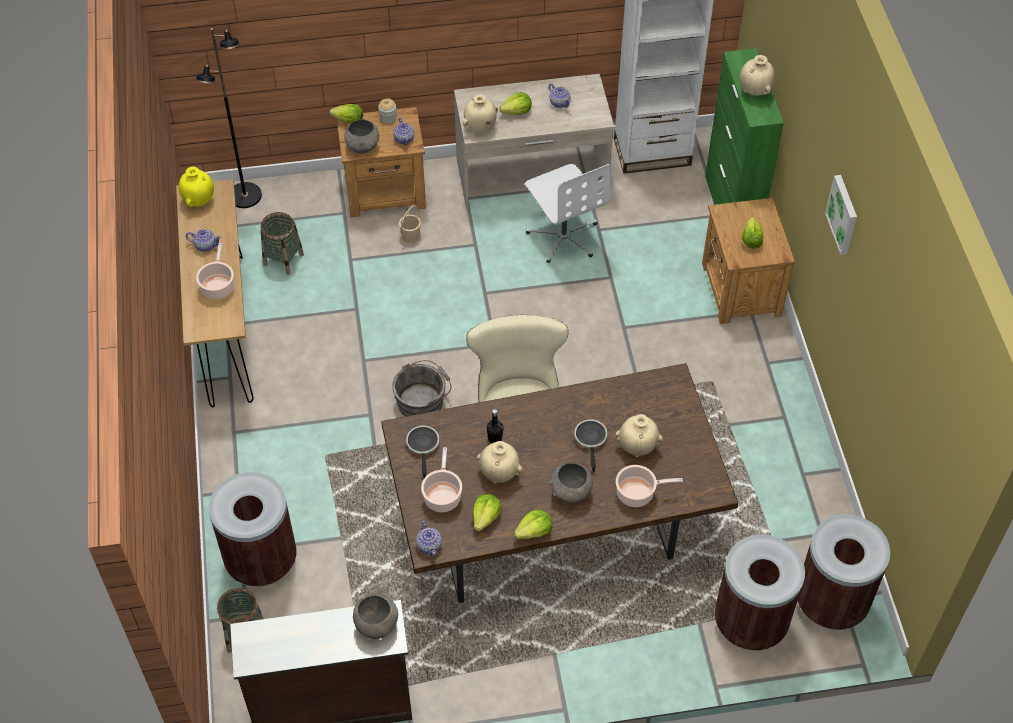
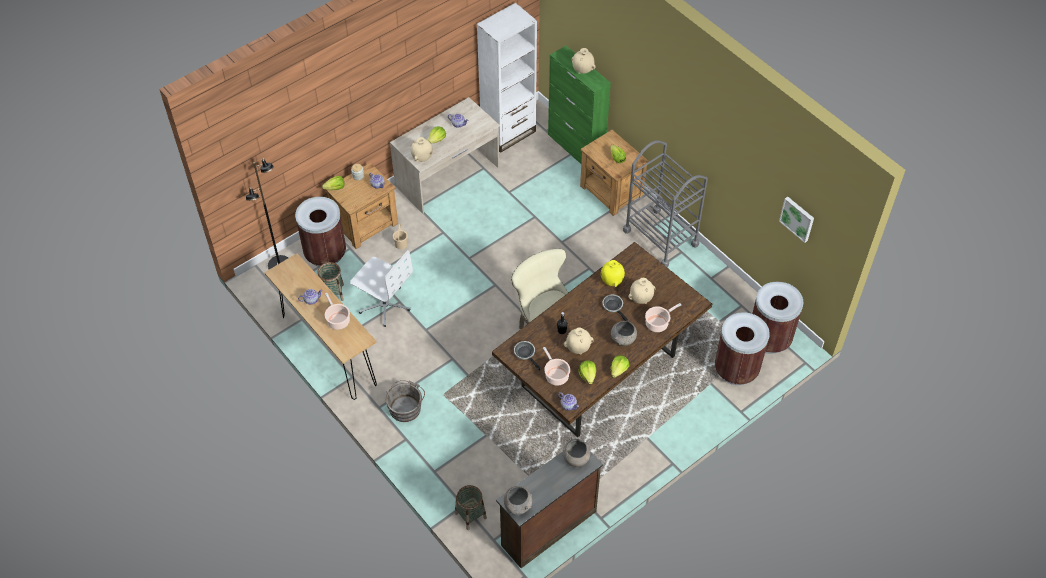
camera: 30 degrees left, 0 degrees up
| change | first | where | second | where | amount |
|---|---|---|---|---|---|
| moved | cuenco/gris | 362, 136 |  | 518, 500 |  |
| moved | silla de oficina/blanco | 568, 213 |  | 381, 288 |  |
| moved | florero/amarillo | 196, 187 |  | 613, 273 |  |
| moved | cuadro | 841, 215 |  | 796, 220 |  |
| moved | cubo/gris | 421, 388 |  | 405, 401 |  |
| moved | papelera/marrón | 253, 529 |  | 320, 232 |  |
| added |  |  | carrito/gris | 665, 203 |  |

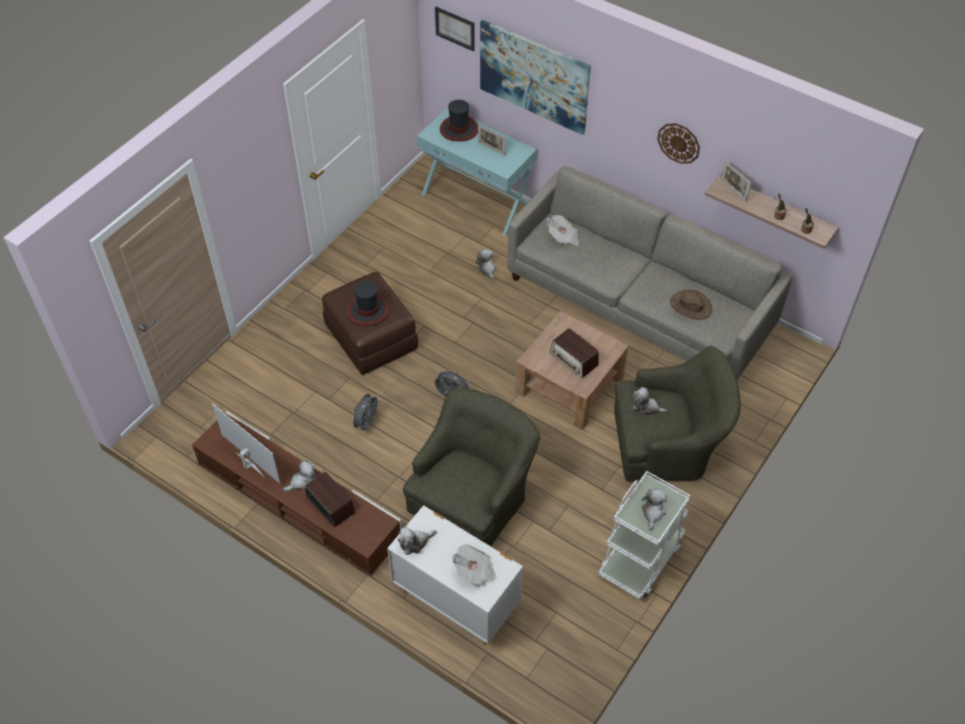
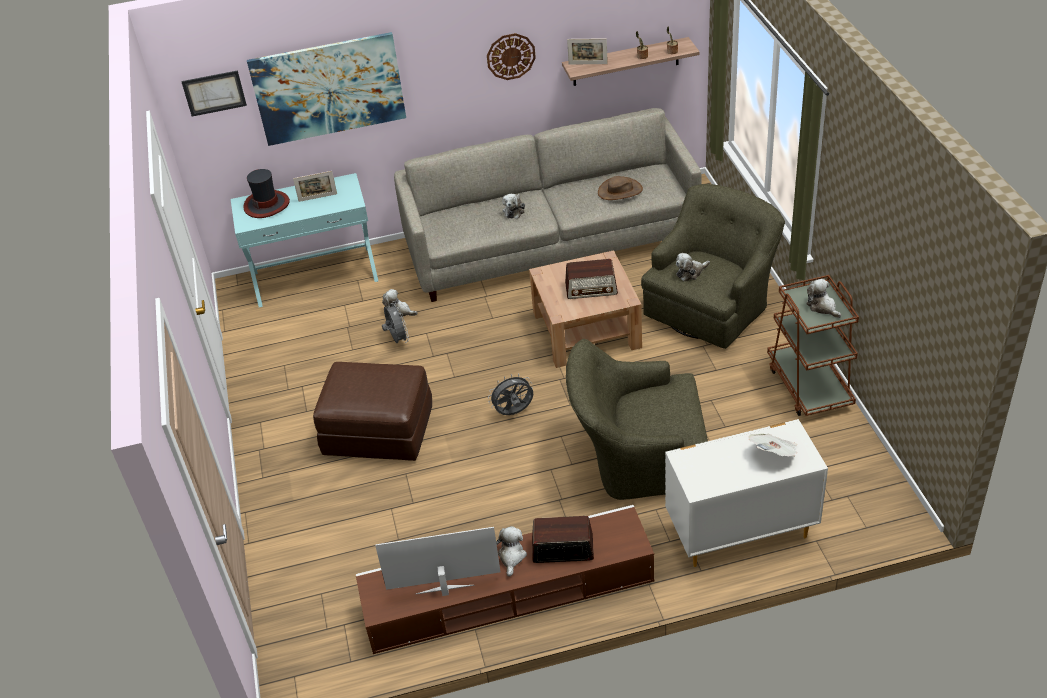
camera: 45 degrees left, 10 degrees down
| change | first | where | second | where | amount |
|---|---|---|---|---|---|
| removed | periódico | 563, 230 |  |  |  |
| removed | sombrero | 368, 303 |  |  |  |
| turned | sillón/verde | 471, 467 |  | 637, 419 | 75 degrees counterclockwise |
| moved | ventilador/gris | 367, 413 |  | 395, 322 |  |
| recoloured | carrito/blanco | 644, 535 | carrito/marrón | 813, 345 |  |
| moved | peluche | 417, 541 |  | 514, 206 |  |

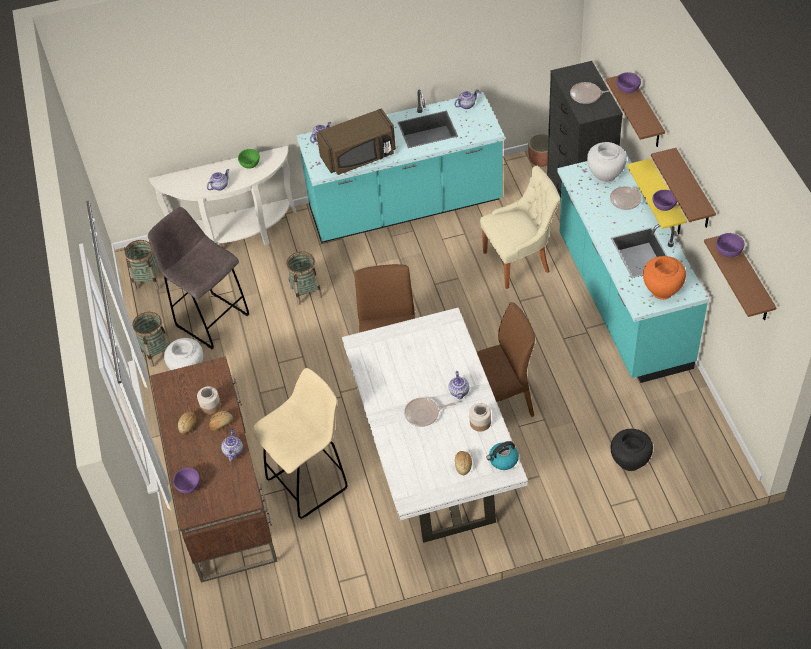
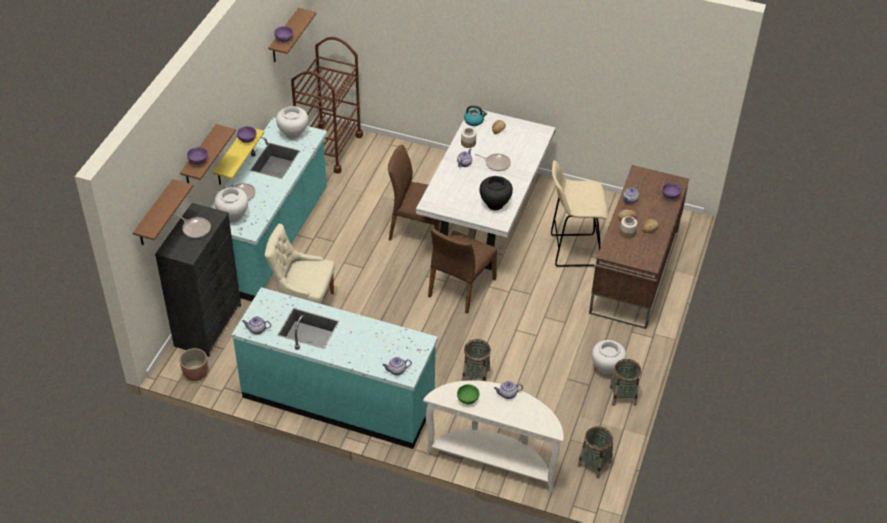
camera: 150 degrees left, 5 degrees down
| change | first | where | second | where | amount |
|---|---|---|---|---|---|
| removed | microondas/marrón | 356, 141 |  |  |  |
| moved | estante/marrón | 683, 188 |  | 163, 212 |  |
| removed | taburete/gris | 198, 278 |  |  |  |
| recoloured | florero/naranja | 664, 278 | florero/blanco | 292, 123 |  |
| moved | florero/negro | 631, 450 |  | 496, 193 |  |
| added |  |  | carrito/marrón | 327, 105 |  |

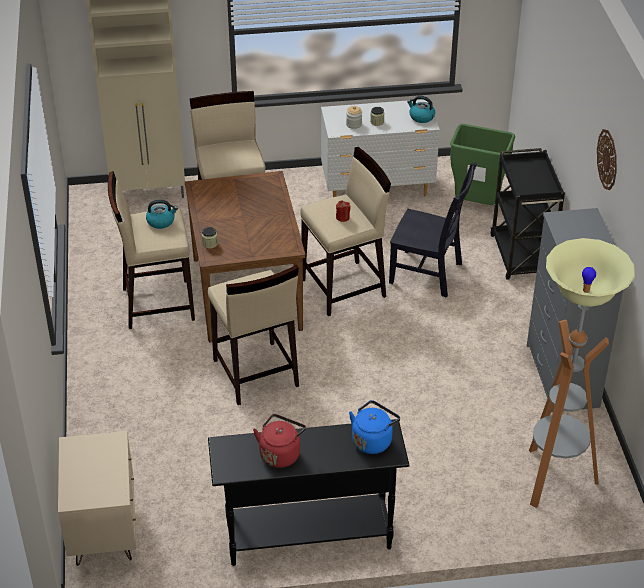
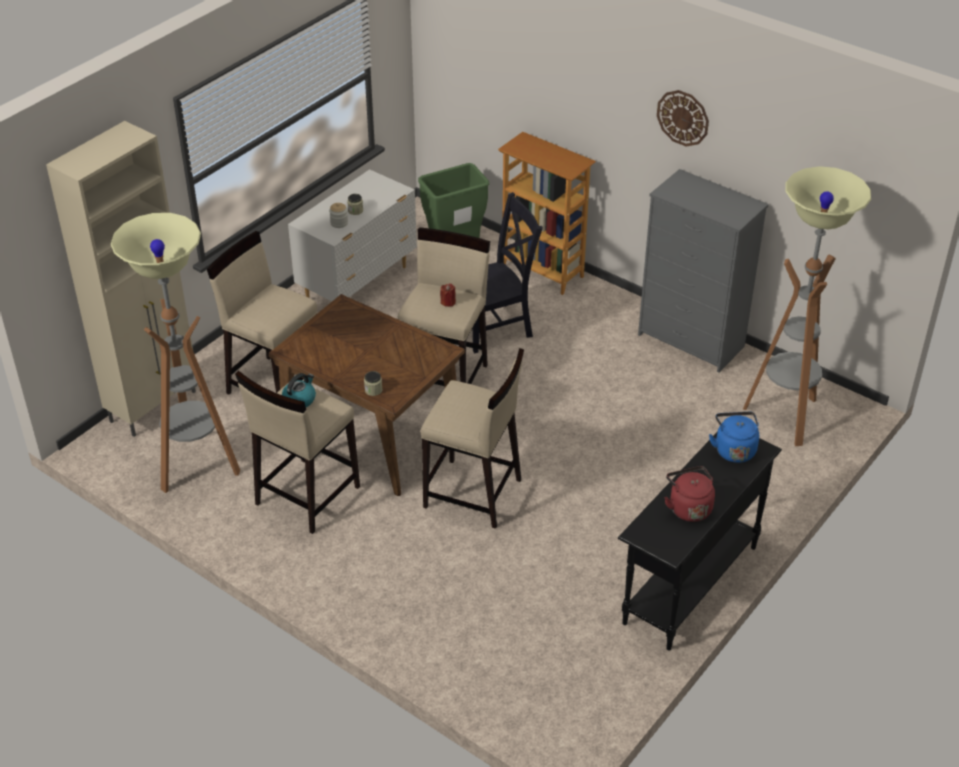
camera: 45 degrees left, 0 degrees up
| change | first | where | second | where | amount |
|---|---|---|---|---|---|
| removed | hervidor | 421, 109 |  |  |  |
| replaced | carrito/negro | 527, 214 | estantería | 547, 213 |  |
| removed | mesita de noche/beis | 97, 498 |  |  |  |
| added |  |  | lámpara de pie | 175, 353 |  |

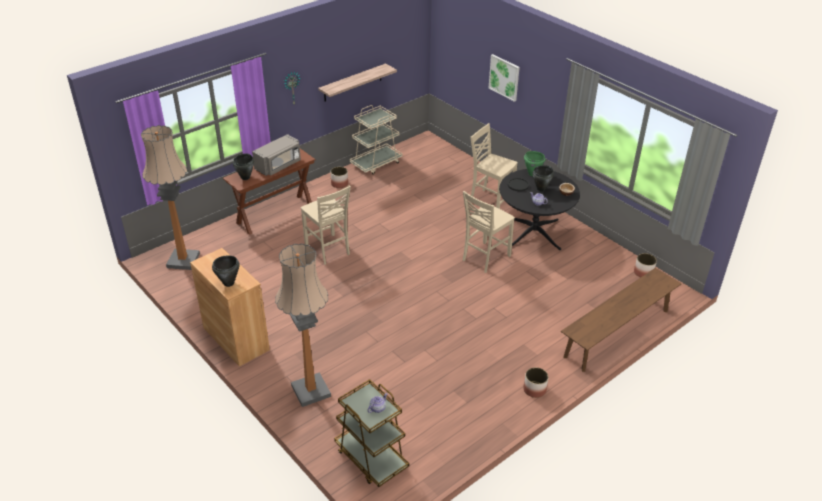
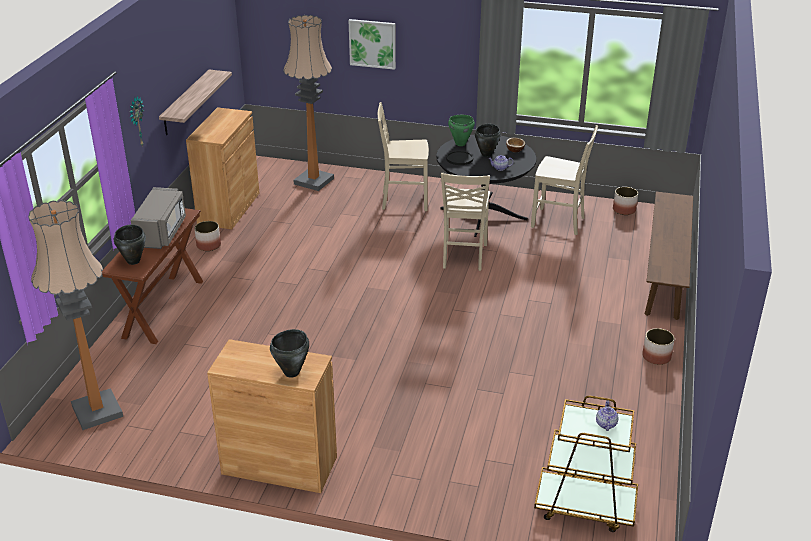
camera: 35 degrees left, 5 degrees down
| change | first | where | second | where | amount |
|---|---|---|---|---|---|
| replaced | carrito/beis | 376, 140 | armario/marrón | 222, 168 |  |
| moved | silla/beis | 326, 225 |  | 564, 180 |  |
| moved | lámpara de pie | 303, 325 |  | 308, 103 |  |

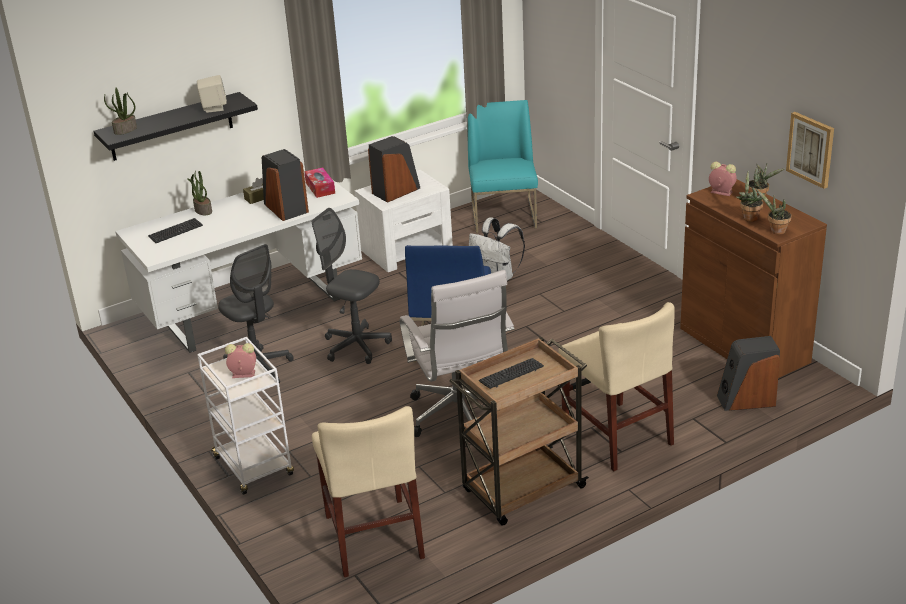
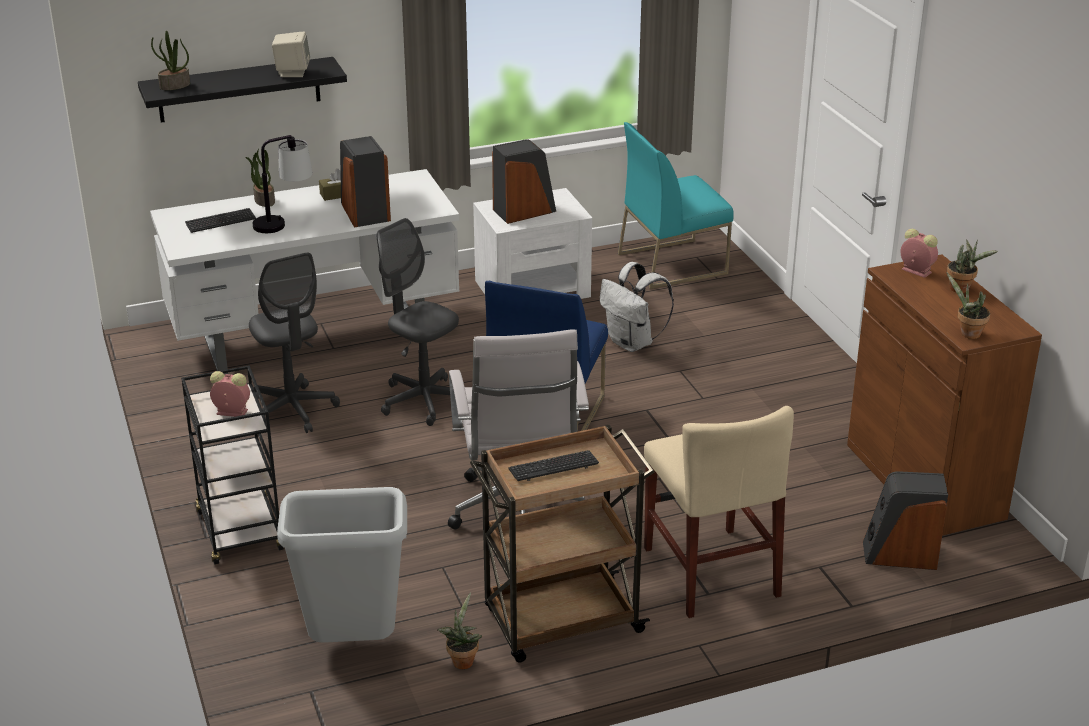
camera: 10 degrees right, 0 degrees up
| change | first | where | second | where | amount |
|---|---|---|---|---|---|
| turned | silla/turquesa | 503, 166 |  | 676, 205 | 120 degrees counterclockwise |
| removed | cuadro | 810, 150 |  |  |  |
| removed | caja de pañuelos | 319, 183 |  |  |  |
| moved | planta en maceta | 750, 196 |  | 459, 631 |  |
| recoloured | carrito/blanco | 245, 416 | carrito/negro | 232, 464 |  |
| replaced | silla/beis | 368, 491 | papelera/gris | 342, 565 |  |
| added |  |  | lámpara de mesa | 283, 184 |  |

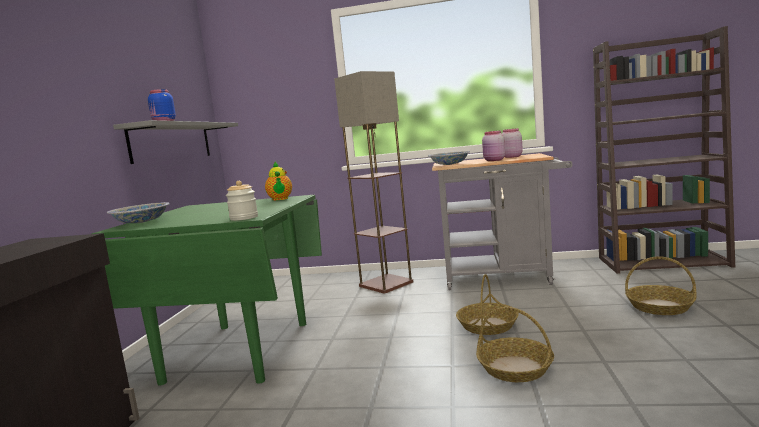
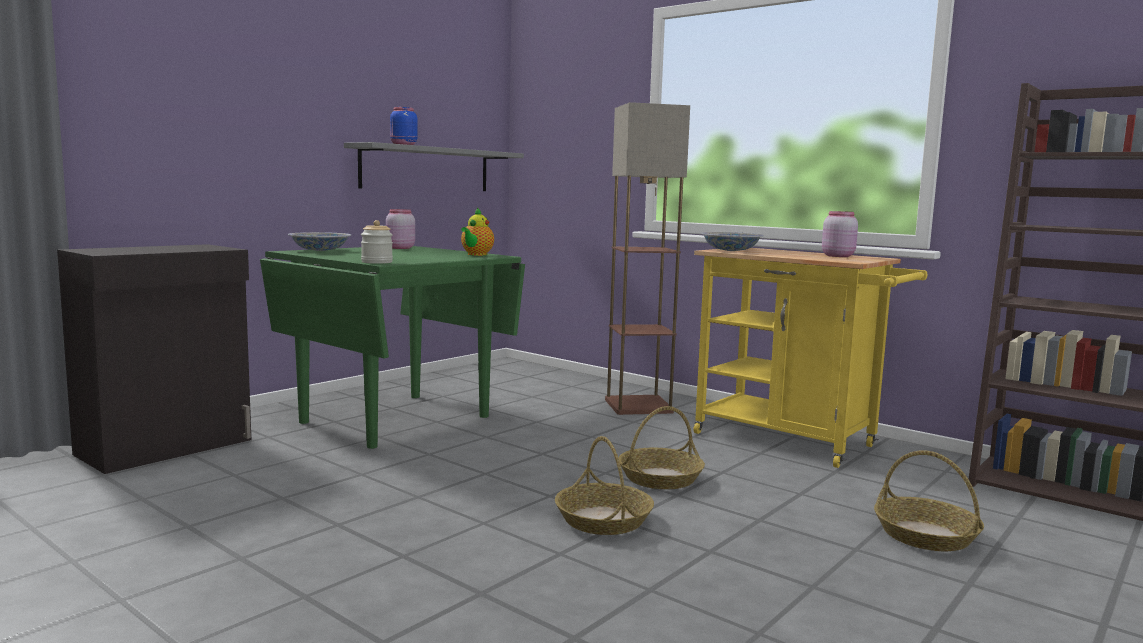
camera: 30 degrees right, 0 degrees up
| change | first | where | second | where | amount |
|---|---|---|---|---|---|
| moved | tarro/rosa | 493, 146 |  | 400, 229 |  |
| recoloured | carrito/gris | 502, 221 | carrito/amarillo | 810, 358 |  |

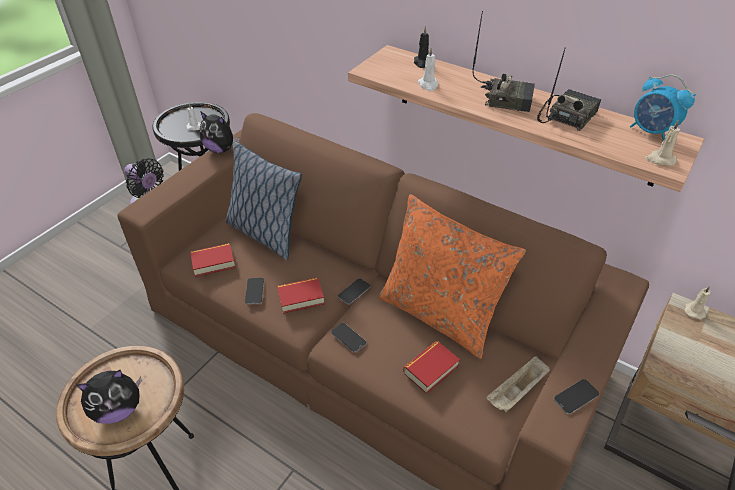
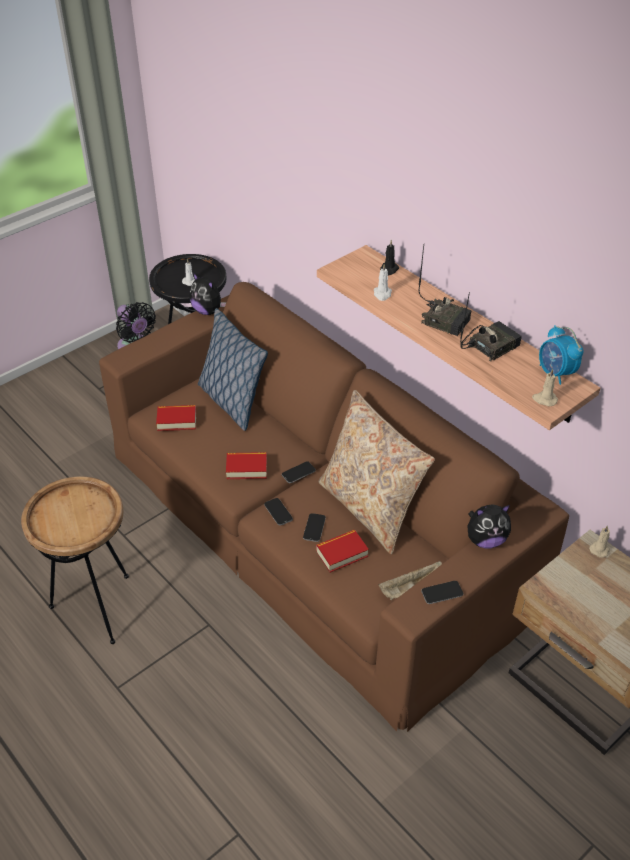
camera: 15 degrees right, 0 degrees up
| change | first | where | second | where | amount |
|---|---|---|---|---|---|
| recoloured | cojín/naranja | 452, 276 | cojín/beis | 377, 472 |  |
| moved | móvil | 254, 291 |  | 314, 527 |  |
| moved | peluche | 109, 397 |  | 489, 526 |  |

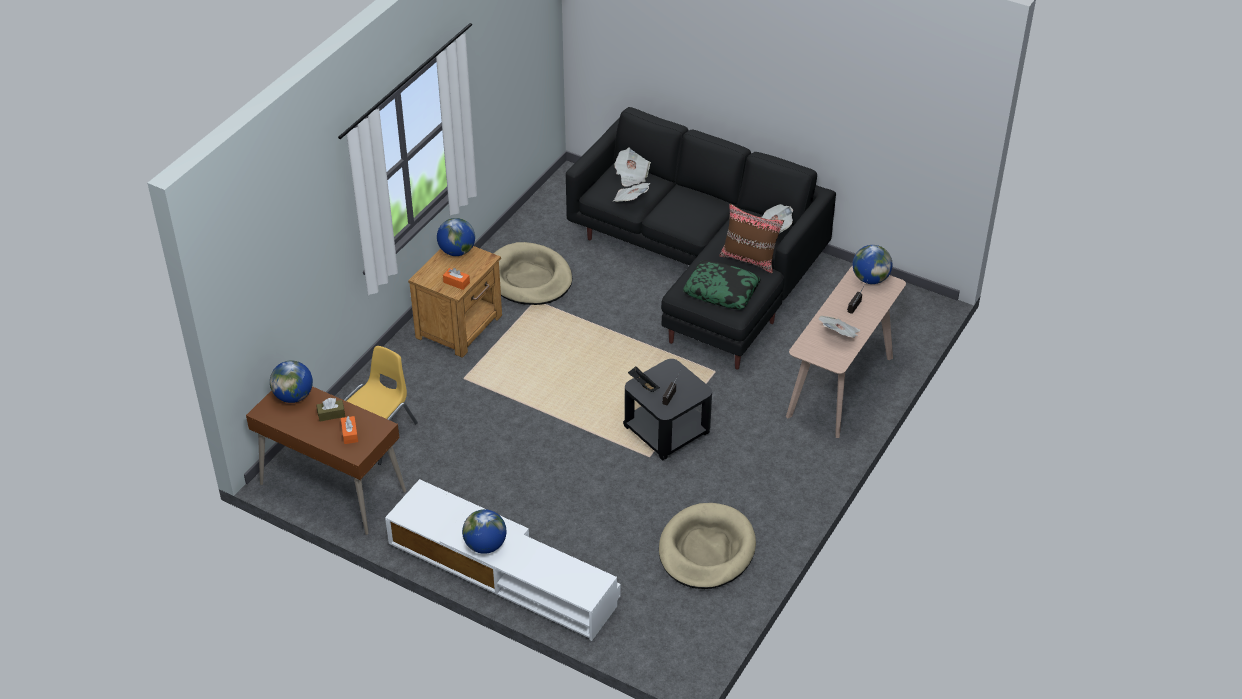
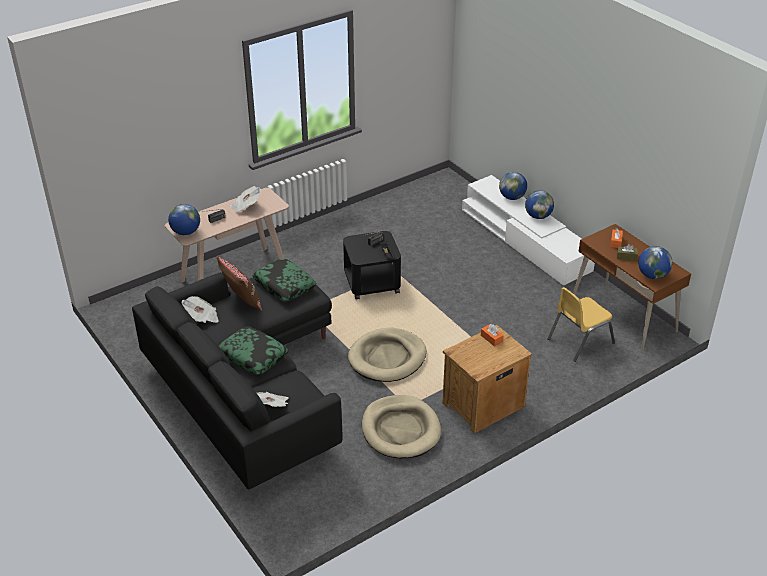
camera: 155 degrees left, 5 degrees down
| change | first | where | second | where | amount |
|---|---|---|---|---|---|
| removed | periódico | 631, 192 |  |  |  |
| moved | globo terráqueo | 456, 237 |  | 513, 186 |  |
| moved | cama para perro/beis | 707, 546 |  | 387, 355 |  |
| added |  |  | cojín | 253, 350 |  |

